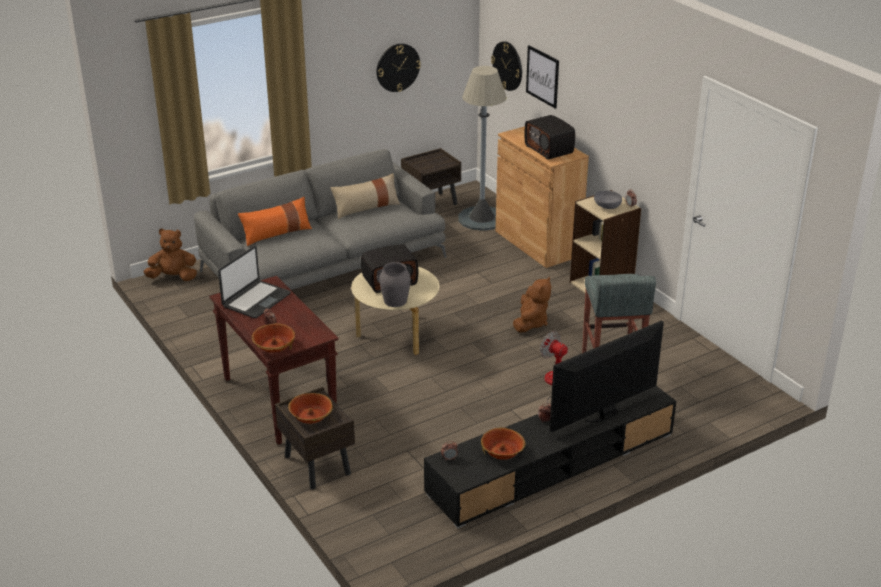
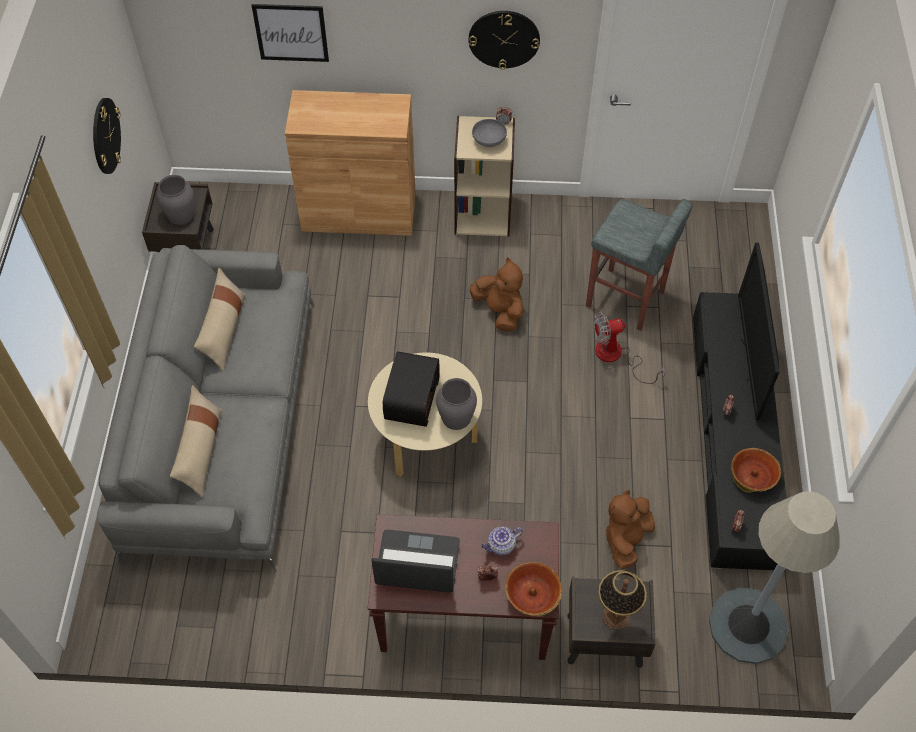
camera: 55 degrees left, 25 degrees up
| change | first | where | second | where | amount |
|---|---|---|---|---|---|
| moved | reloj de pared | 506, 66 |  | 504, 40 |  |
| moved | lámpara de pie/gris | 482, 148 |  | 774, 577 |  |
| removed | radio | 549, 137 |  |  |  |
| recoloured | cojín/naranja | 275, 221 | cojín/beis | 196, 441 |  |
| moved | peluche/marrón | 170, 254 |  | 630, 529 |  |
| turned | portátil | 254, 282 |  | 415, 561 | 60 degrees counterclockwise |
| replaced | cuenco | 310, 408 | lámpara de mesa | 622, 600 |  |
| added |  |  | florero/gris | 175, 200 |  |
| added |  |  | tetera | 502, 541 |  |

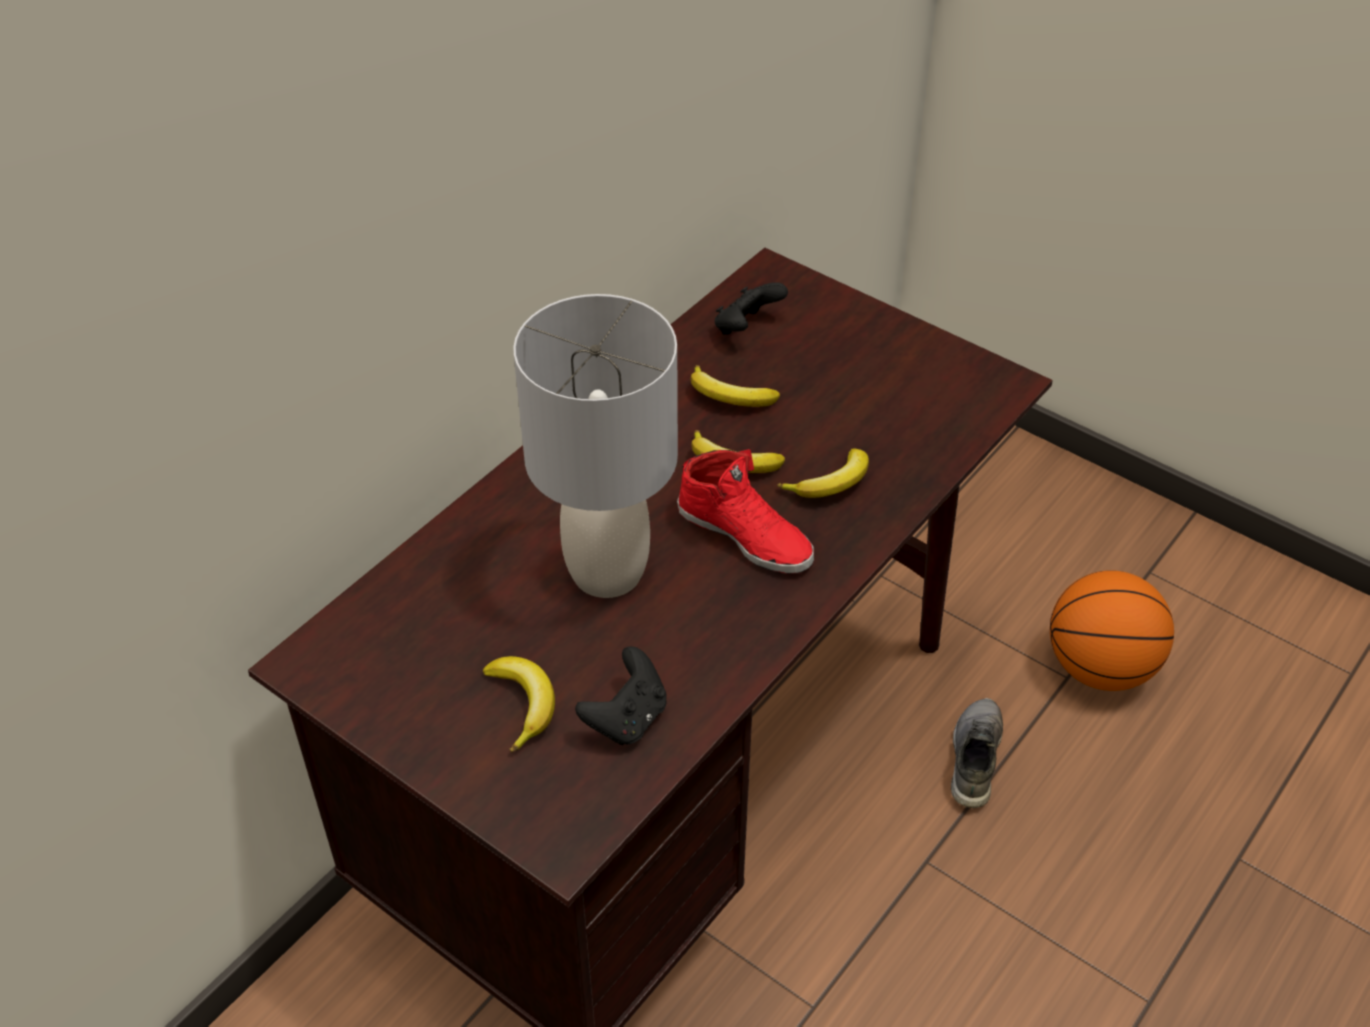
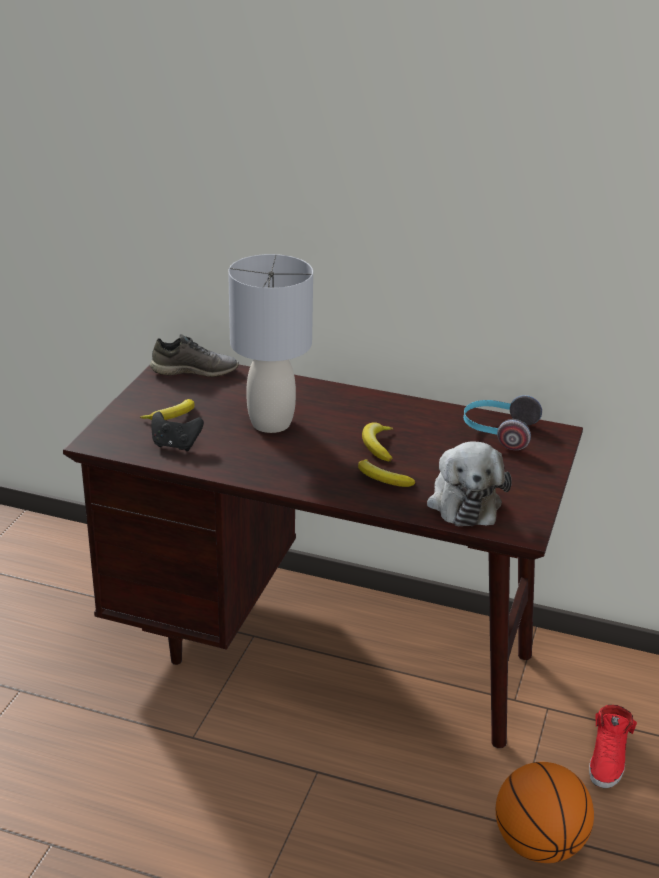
camera: 70 degrees right, 15 degrees down
| change | first | where | second | where | amount |
|---|---|---|---|---|---|
| replaced | mando de consola/negro | 751, 308 | auriculares | 502, 422 |  |
| removed | plátano | 735, 386 |  |  |  |
| moved | zapato/rojo | 745, 511 |  | 613, 746 |  |
| moved | zapato/gris | 977, 753 |  | 194, 355 |  |
| added |  |  | peluche | 469, 483 |  |

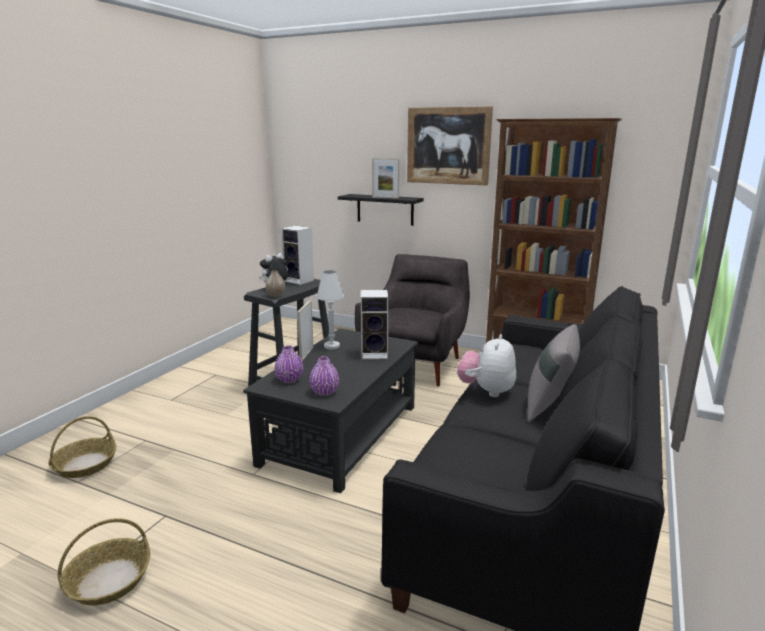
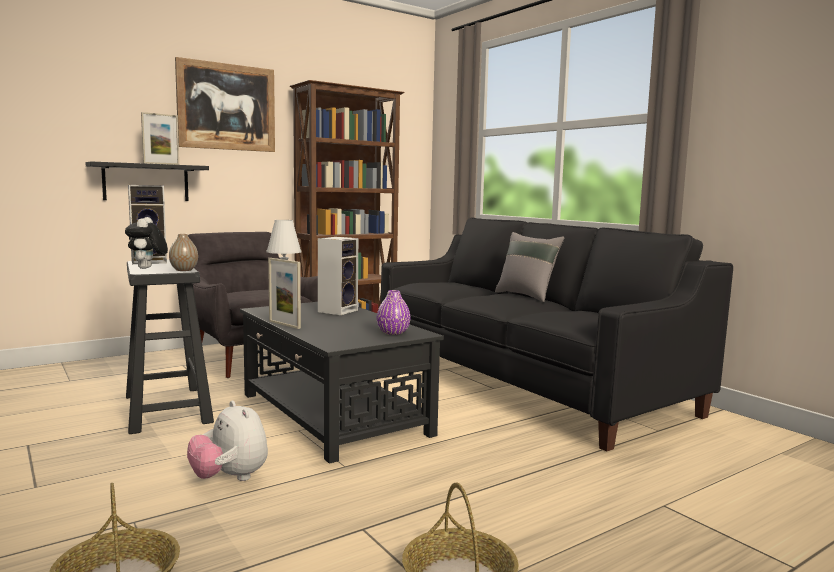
camera: 60 degrees left, 10 degrees down
| change | first | where | second | where | amount |
|---|---|---|---|---|---|
| moved | peluche | 486, 365 |  | 227, 441 |  |
| removed | florero/morado | 289, 364 |  |  |  |

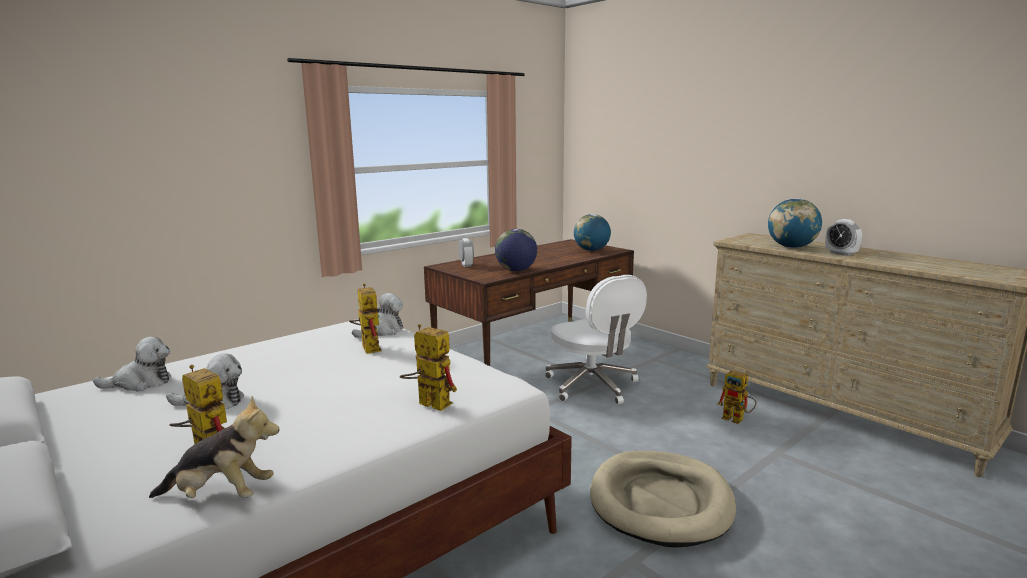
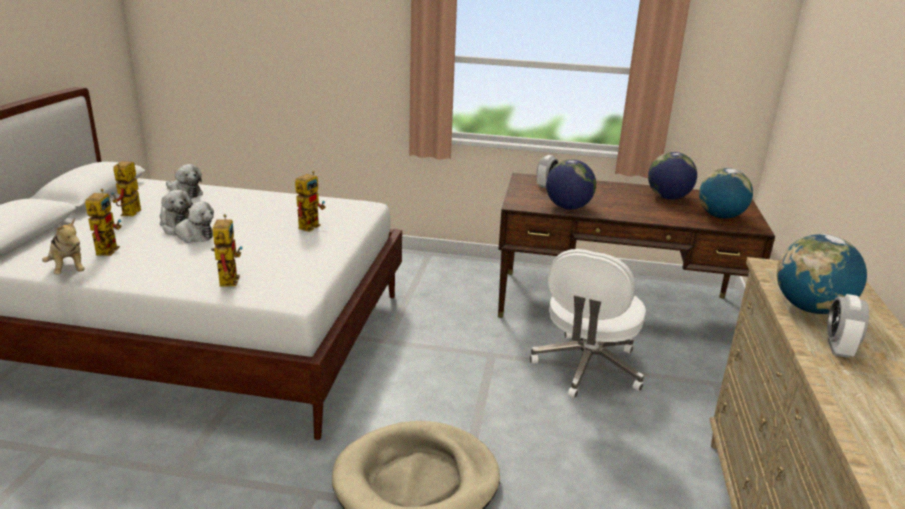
camera: 50 degrees right, 10 degrees up
| change | first | where | second | where | amount |
|---|---|---|---|---|---|
| moved | peluche | 377, 315 |  | 188, 222 |  |
| moved | robot de juguete | 737, 397 |  | 126, 188 |  |
| added |  |  | globo terráqueo | 672, 175 |  |

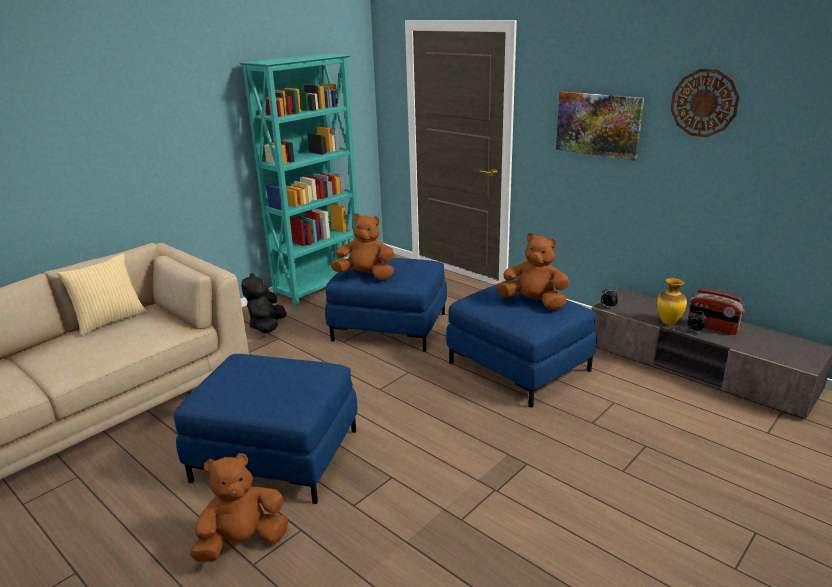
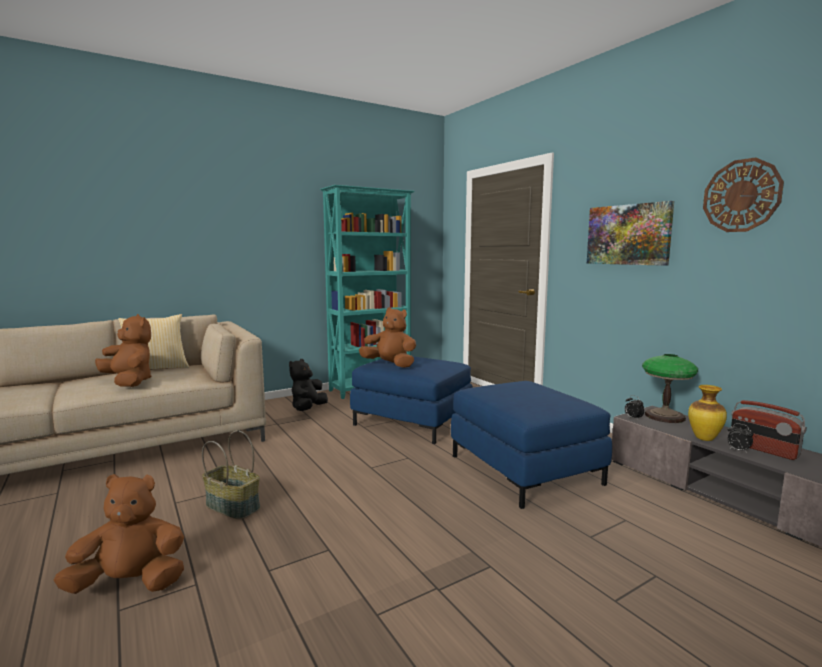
camera: 15 degrees right, 15 degrees down
| change | first | where | second | where | amount |
|---|---|---|---|---|---|
| moved | peluche/marrón | 532, 271 |  | 123, 350 |  |
| replaced | puf/azul | 266, 429 | cesta | 231, 475 |  |
| added |  |  | lámpara de mesa | 670, 388 |  |

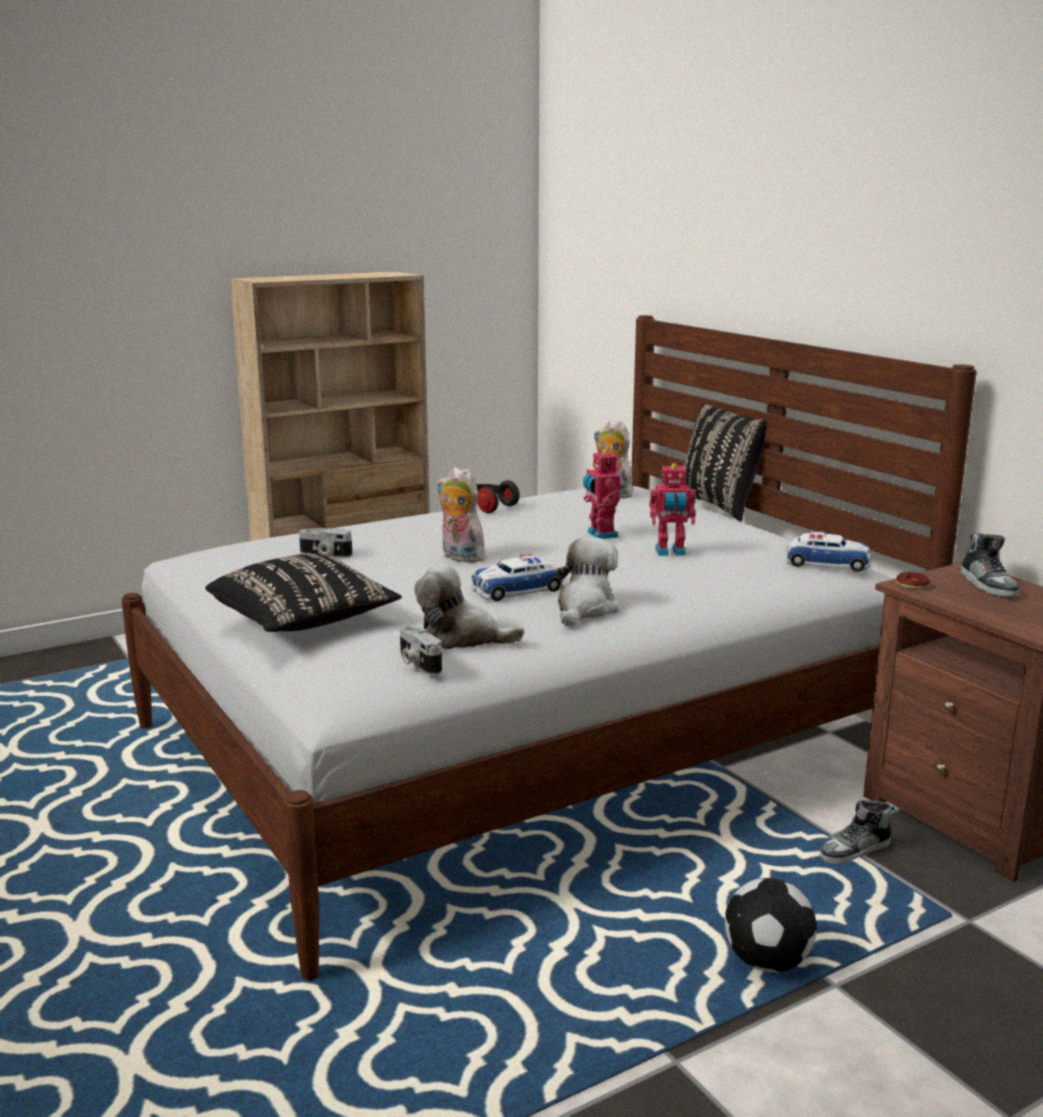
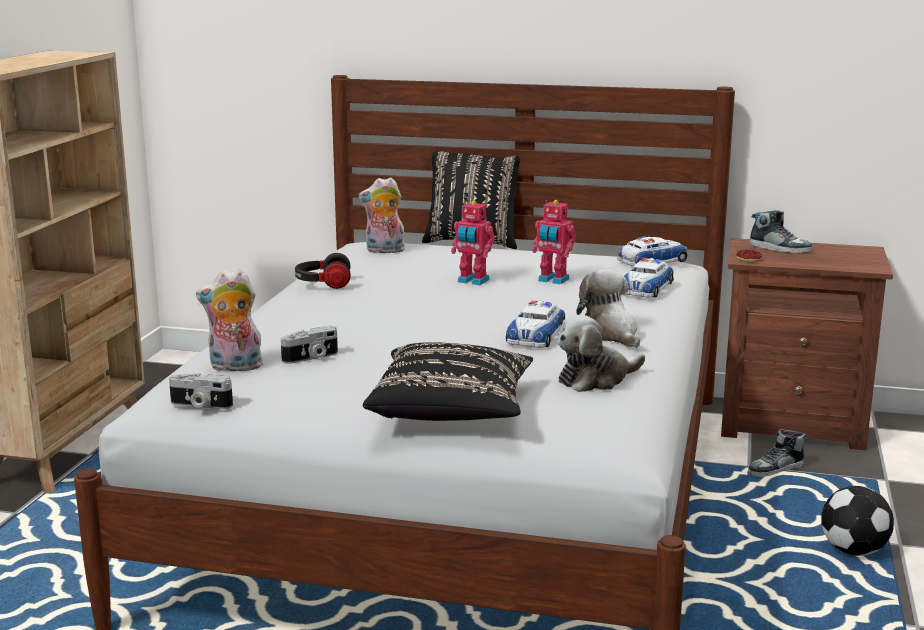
camera: 45 degrees left, 0 degrees up
| change | first | where | second | where | amount |
|---|---|---|---|---|---|
| turned | robot de juguete | 672, 509 |  | 554, 242 | 75 degrees clockwise |
| moved | peluche | 463, 515 |  | 229, 320 |  |
| moved | cámara | 421, 649 |  | 201, 391 |  |
| turned | zapato | 857, 832 |  | 777, 453 | 45 degrees clockwise |
| added |  |  | coche de juguete | 649, 278 |  |

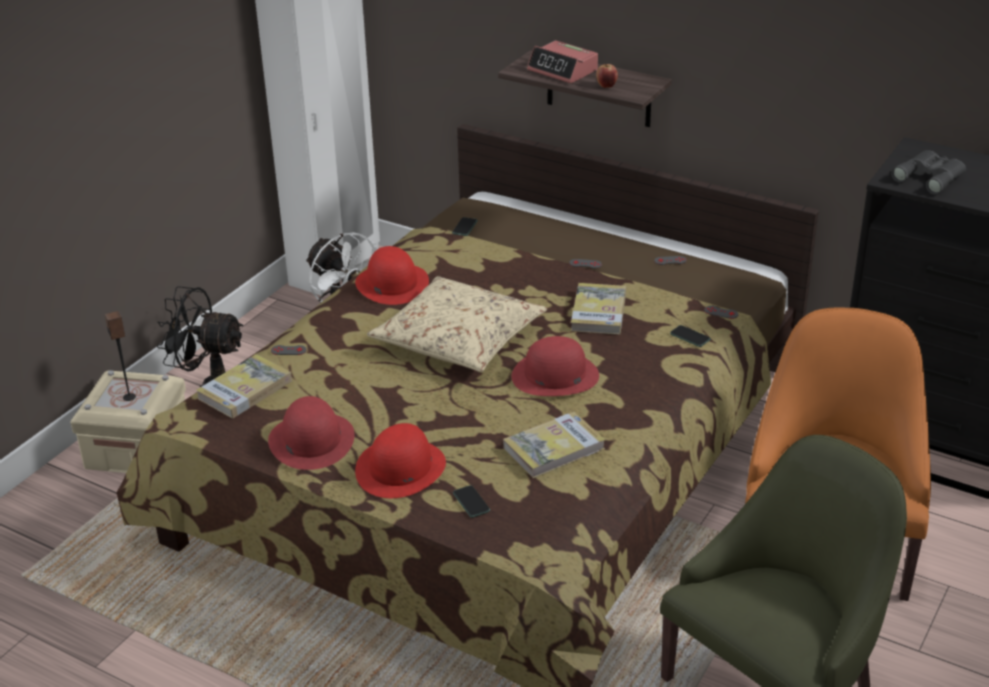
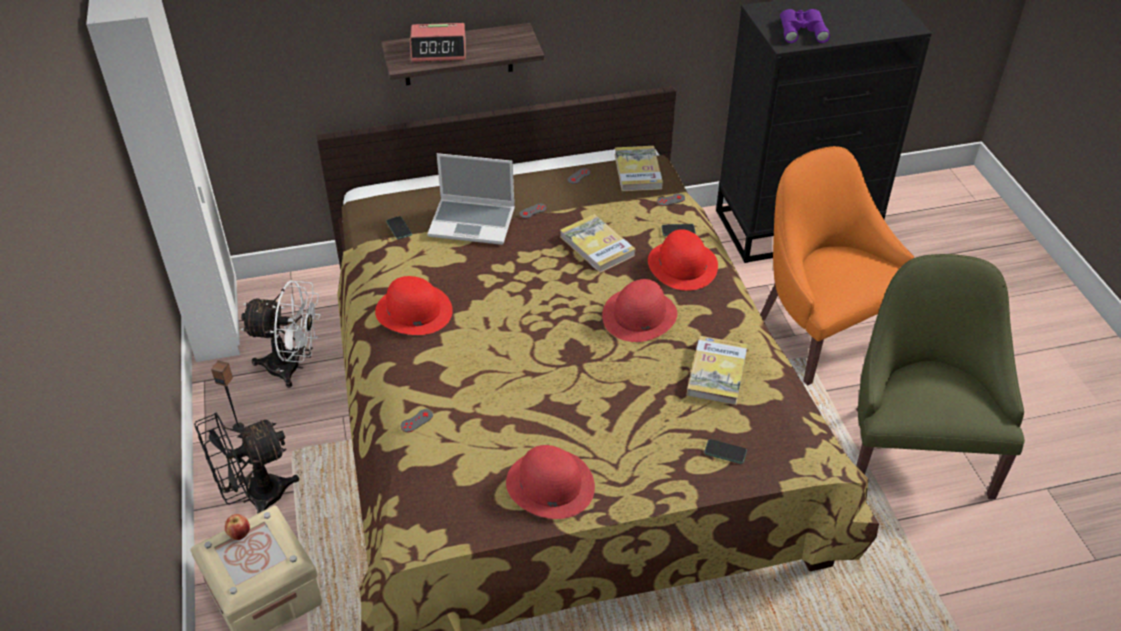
camera: 45 degrees left, 10 degrees up
| change | first | where | second | where | amount |
|---|---|---|---|---|---|
| moved | manzana | 607, 76 |  | 237, 527 |  |
| recoloured | prismáticos/gris | 928, 172 | prismáticos/morado | 805, 26 |  |
| removed | cojín/beis | 457, 324 |  |  |  |
| moved | altavoz | 120, 356 |  | 227, 395 |  |
| moved | libro | 244, 386 |  | 638, 168 |  |
| moved | sombrero/rojo | 400, 460 |  | 683, 260 |  |
| added |  |  | portátil | 471, 199 |  |

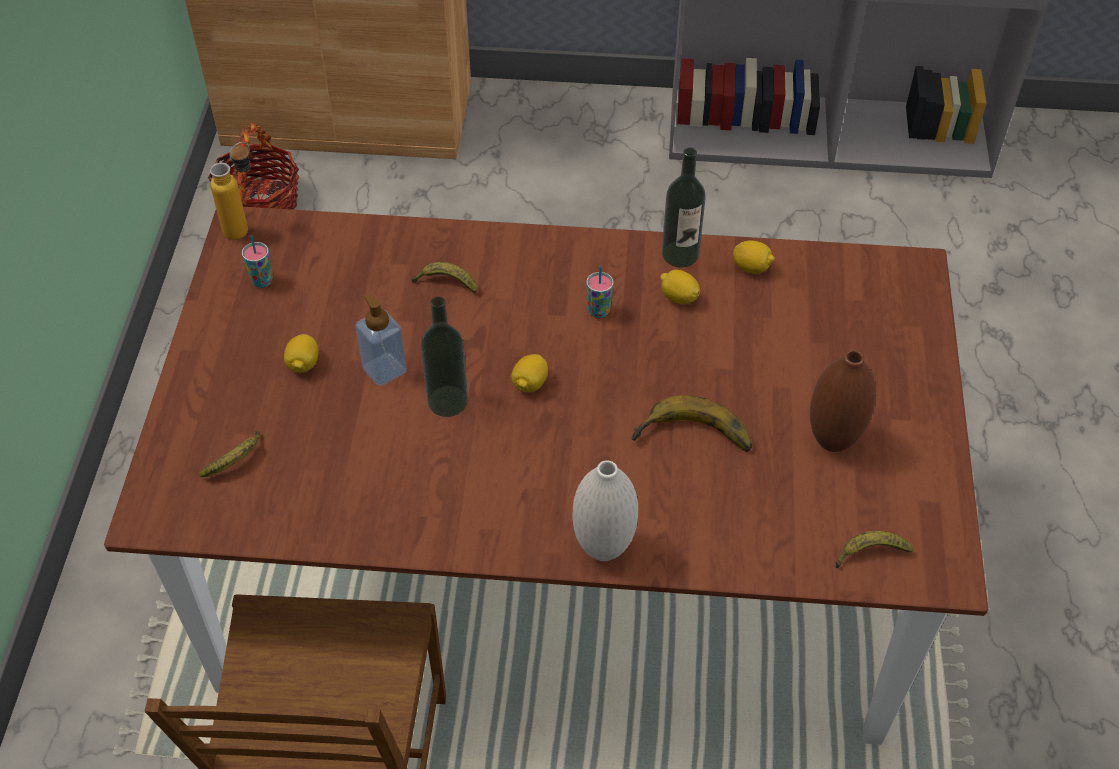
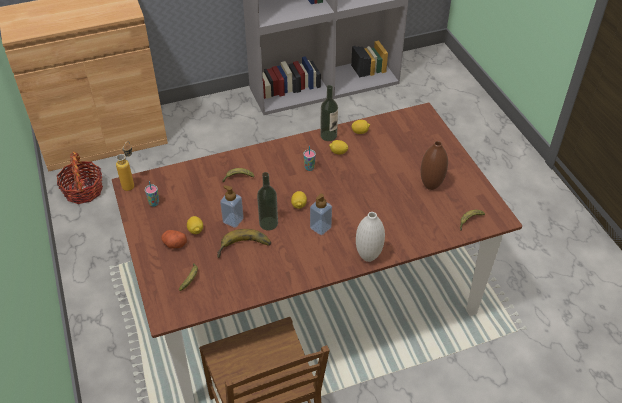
camera: 25 degrees left, 5 degrees down
| change | first | where | second | where | amount |
|---|---|---|---|---|---|
| moved | plátano | 691, 423 |  | 244, 243 |  |
| added |  |  | dispensador de jabón | 321, 214 |  |
| added |  |  | patata | 174, 239 |  |

